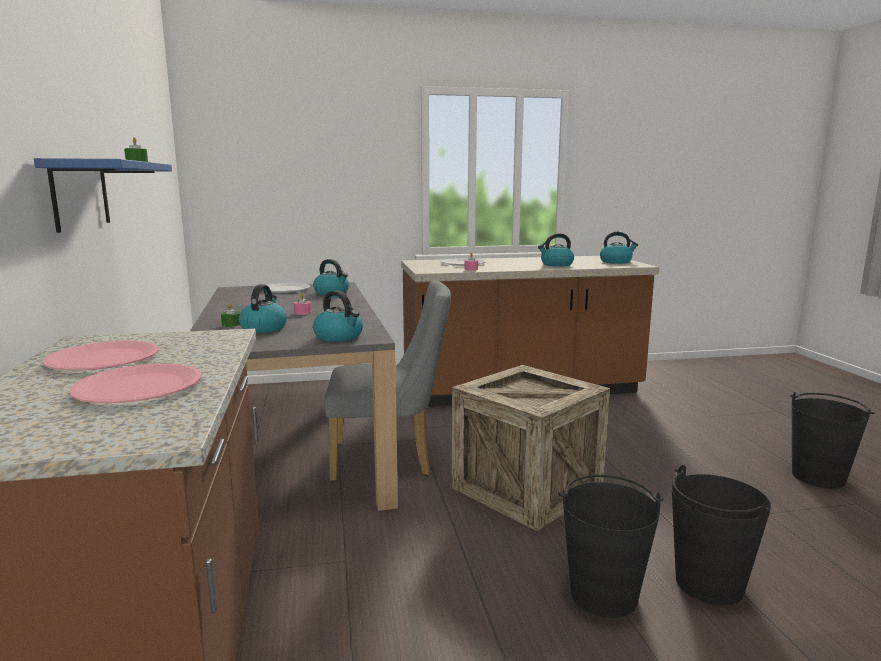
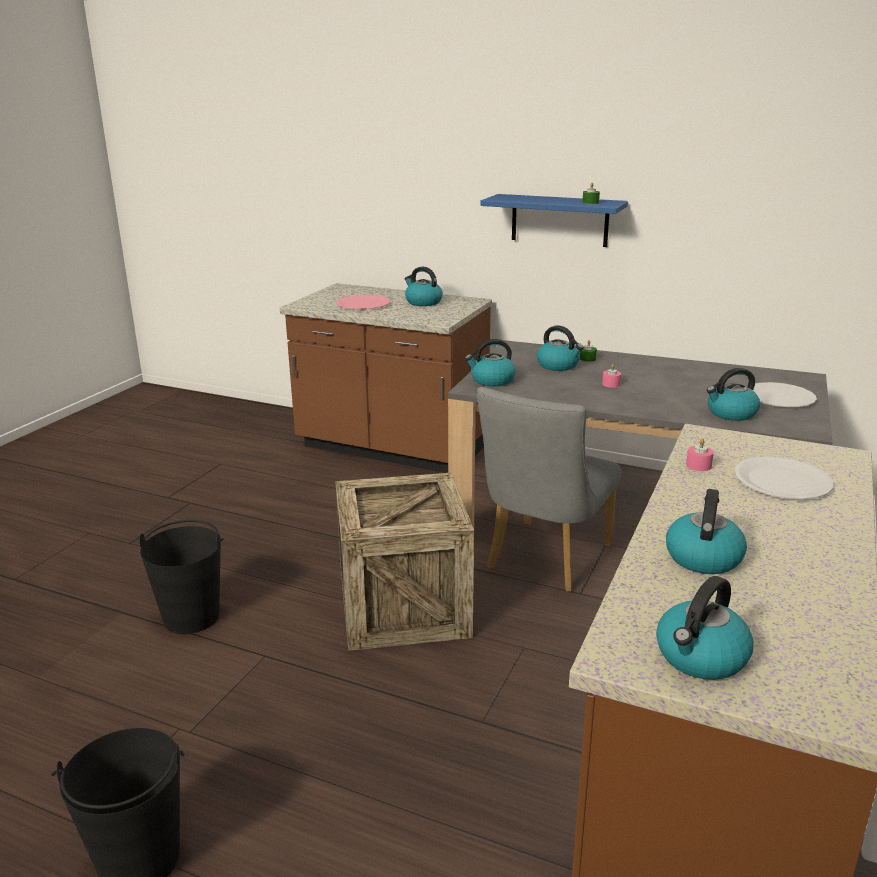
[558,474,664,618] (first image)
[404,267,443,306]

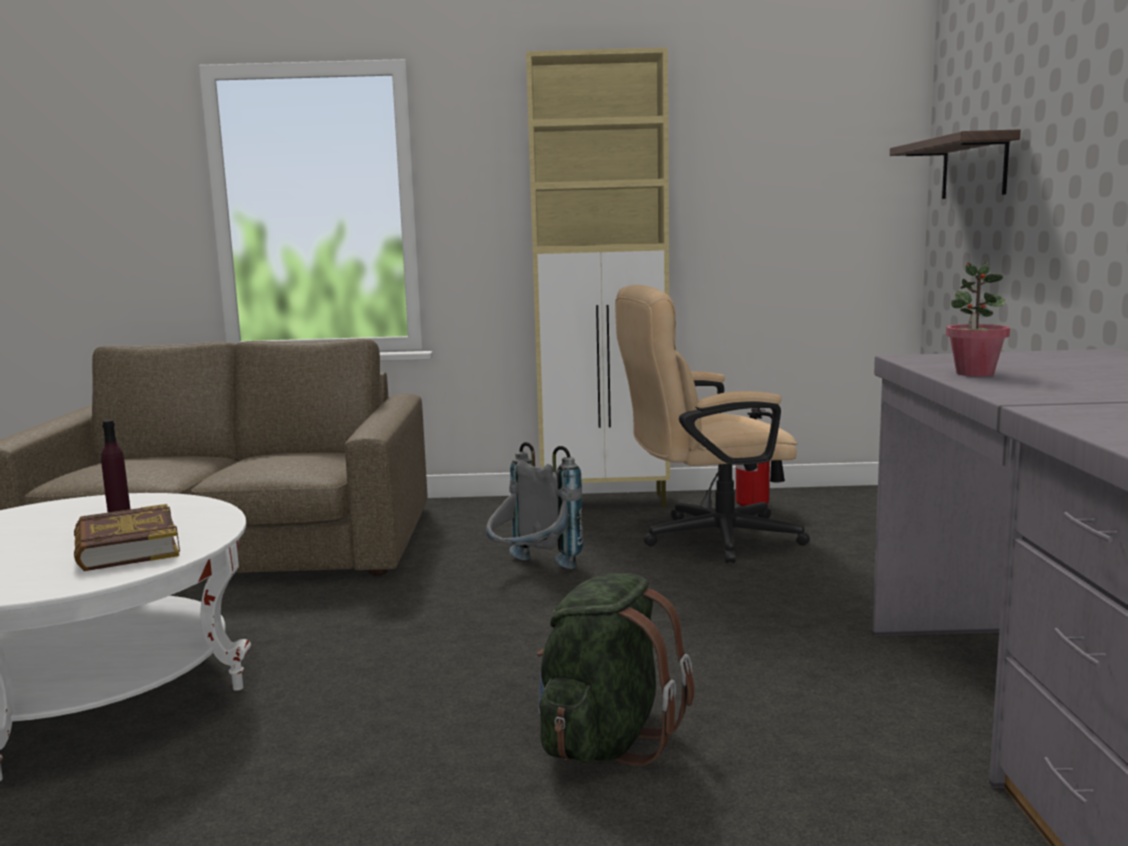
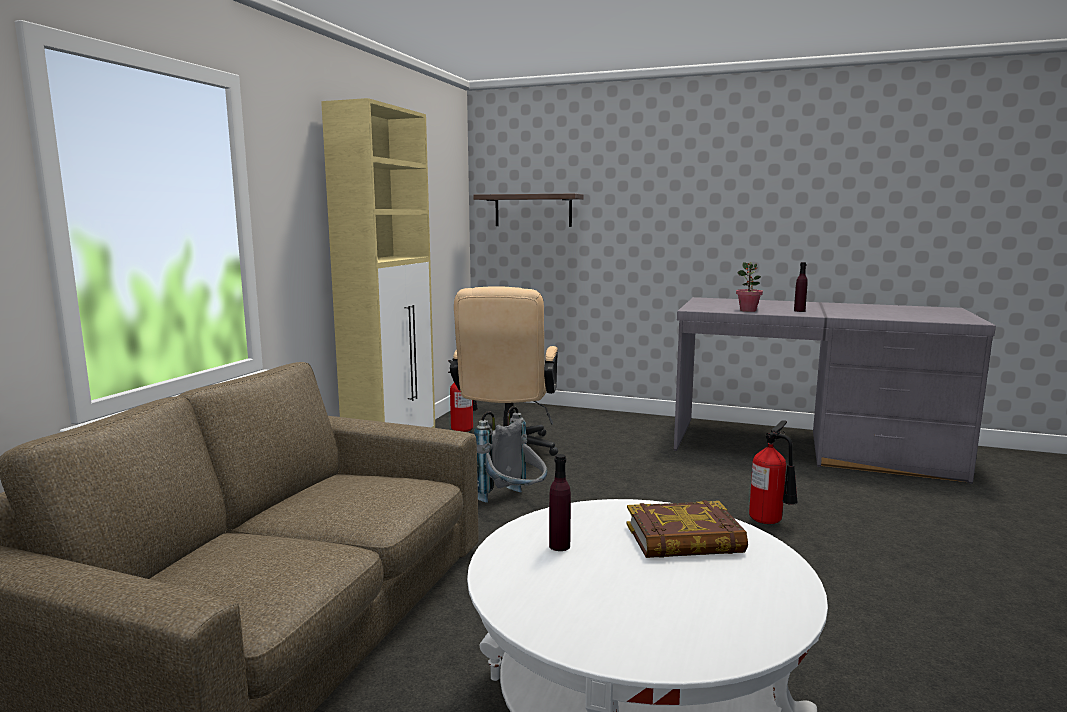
[794,262,808,312]
[749,420,798,524]

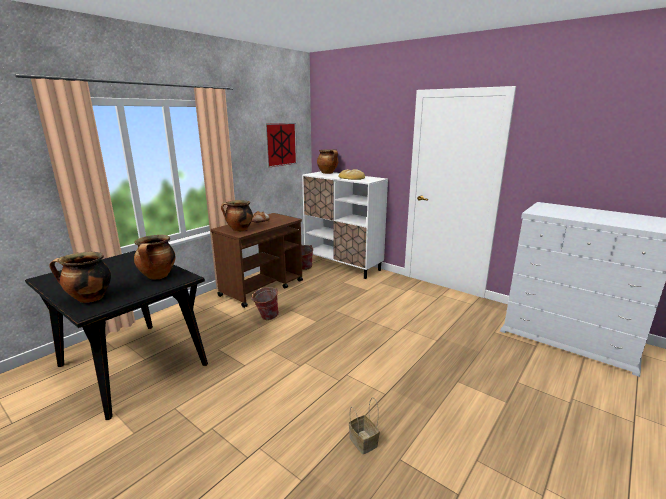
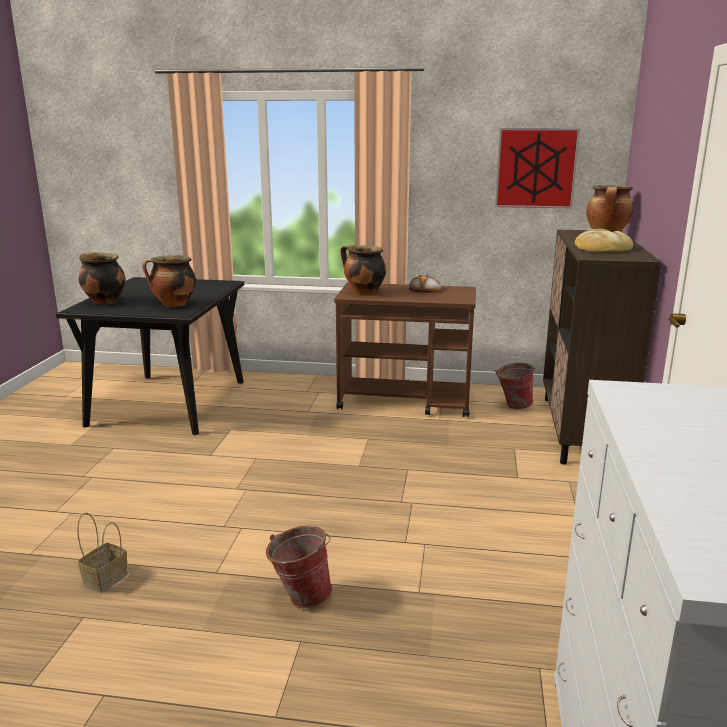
[266,526,332,608]
[543,230,661,464]

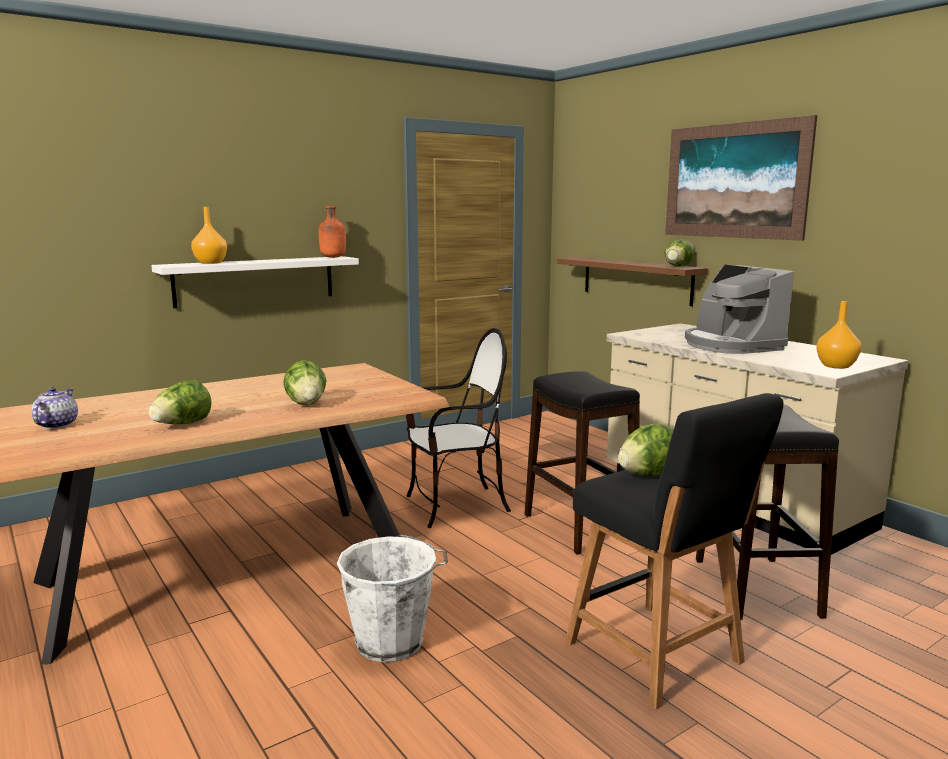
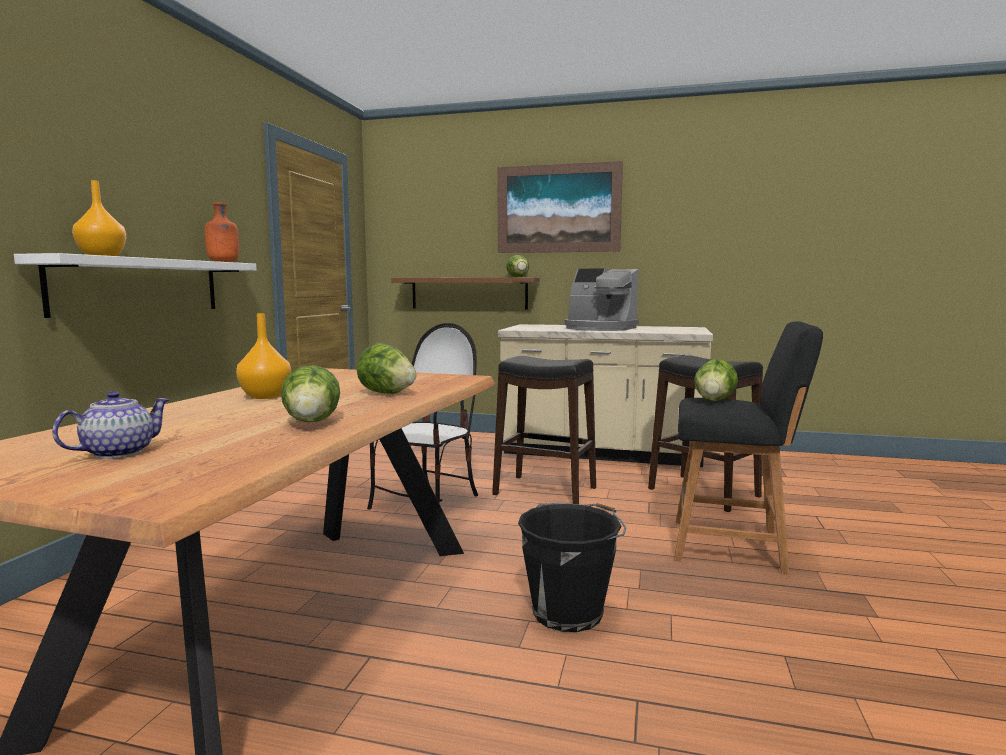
[236,313,291,399]
[518,503,626,632]
[52,391,170,459]

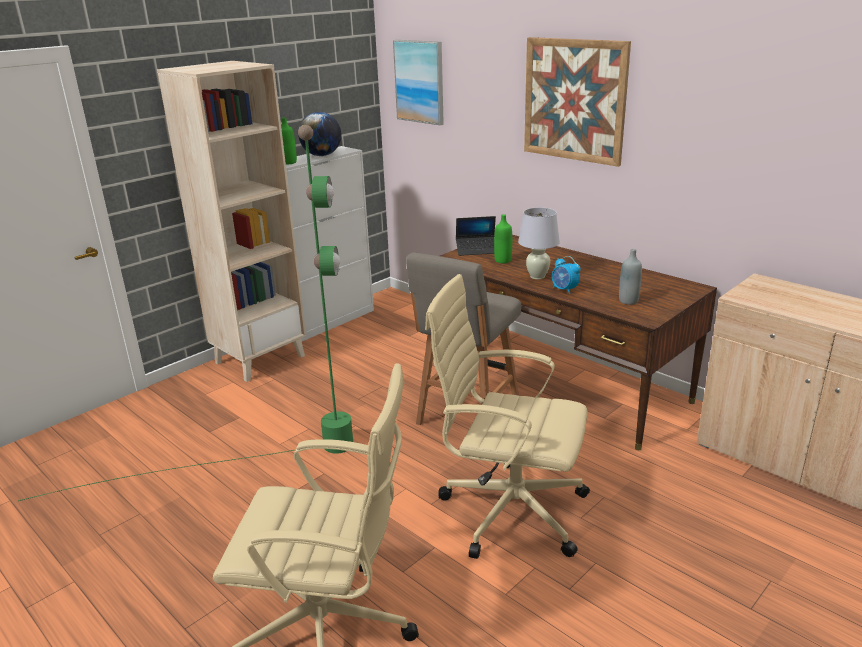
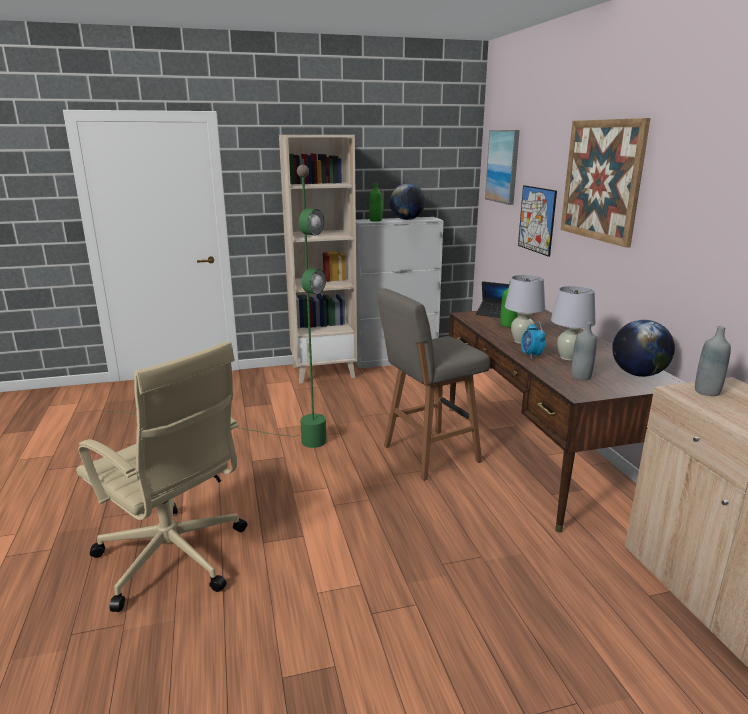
[425,274,590,559] (first image)
[518,185,557,257]
[551,286,596,361]
[612,320,675,377]
[695,326,731,396]

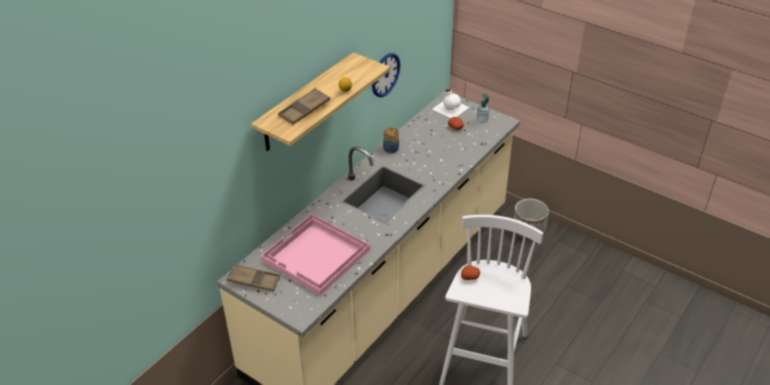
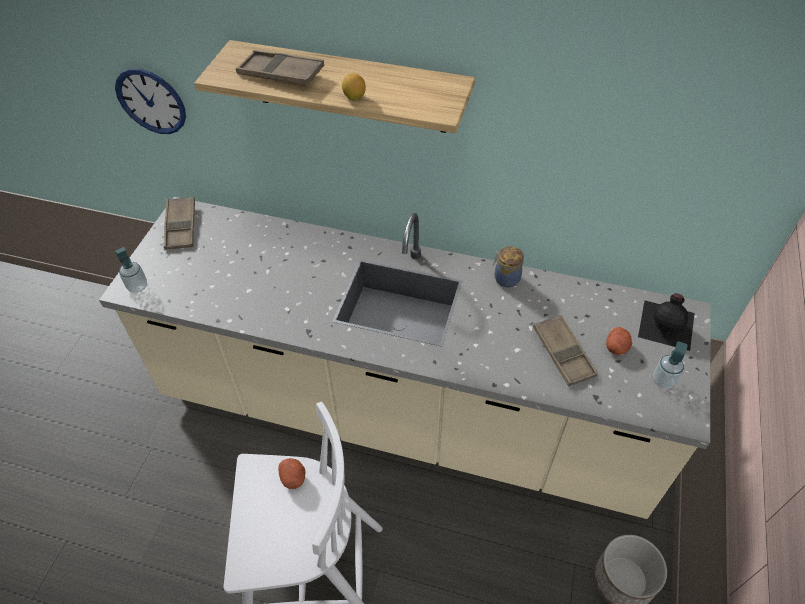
[261,214,370,296] (first image)
[115,247,147,293]
[533,315,598,387]
[115,69,186,134]
[638,293,695,351]

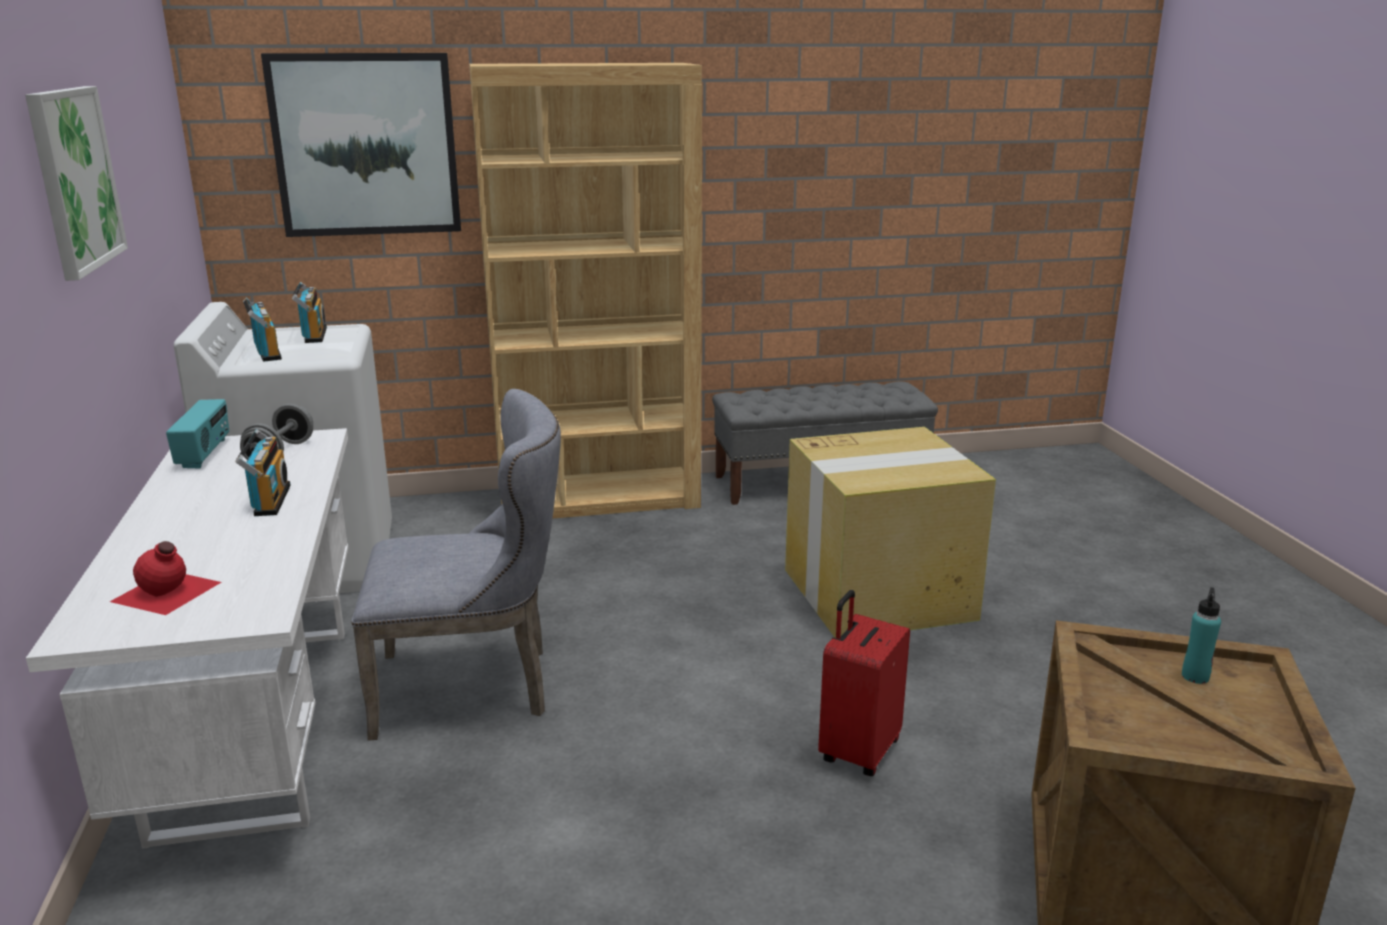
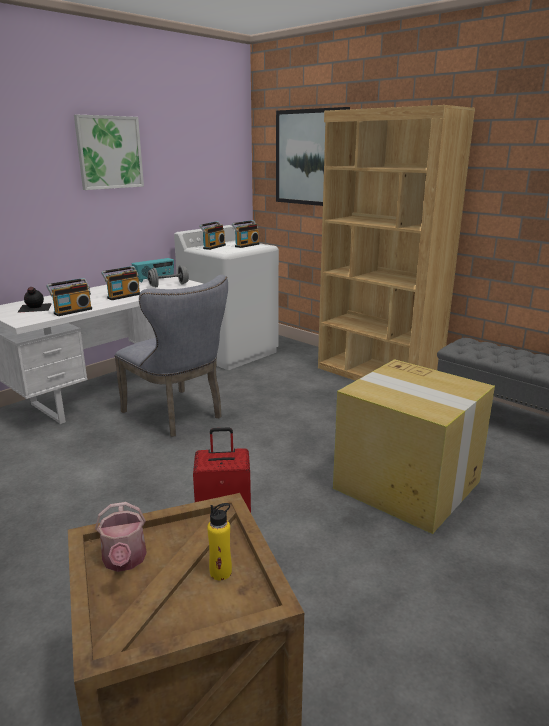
[46,278,92,316]
[95,502,147,572]
[17,287,52,313]
[207,503,232,580]

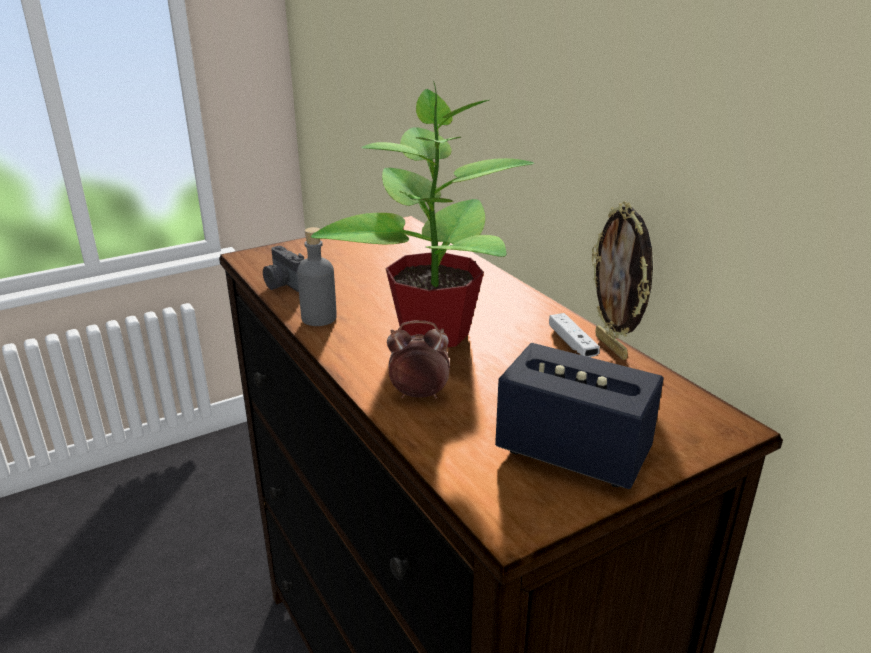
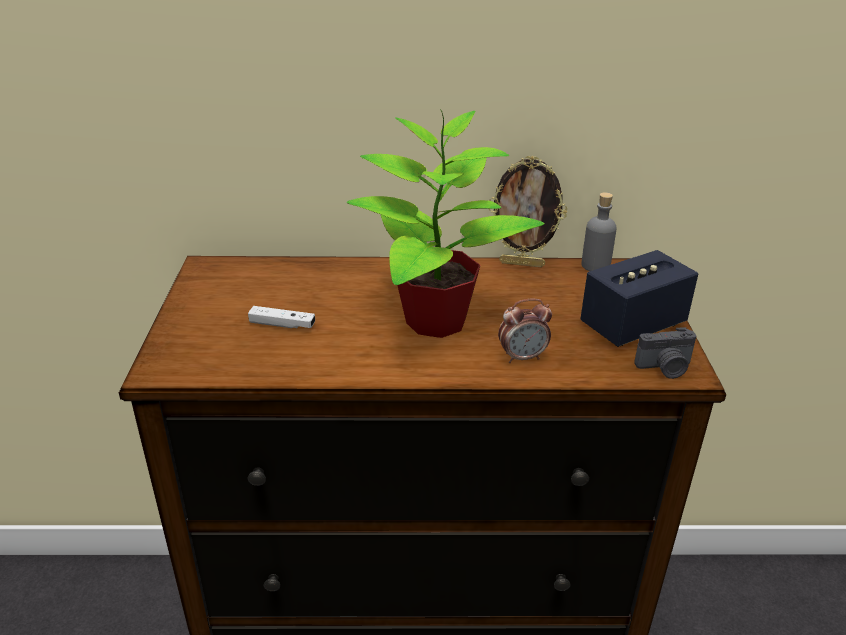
[634,328,697,379]
[581,192,617,271]
[248,306,315,329]
[498,298,552,363]

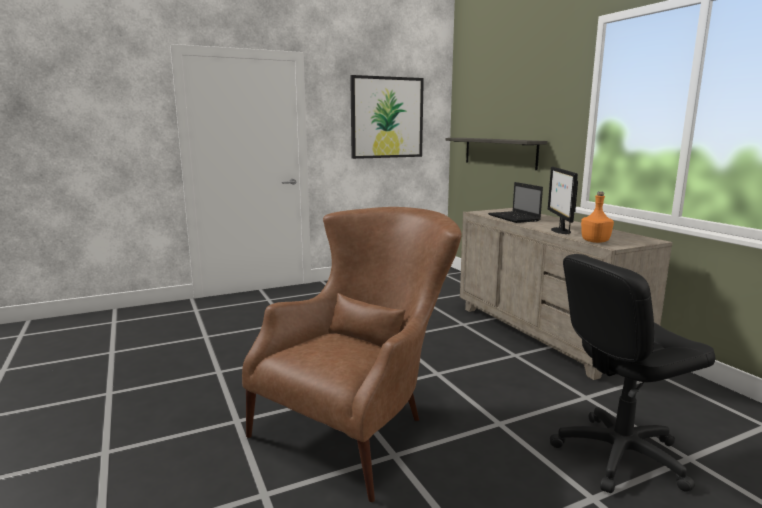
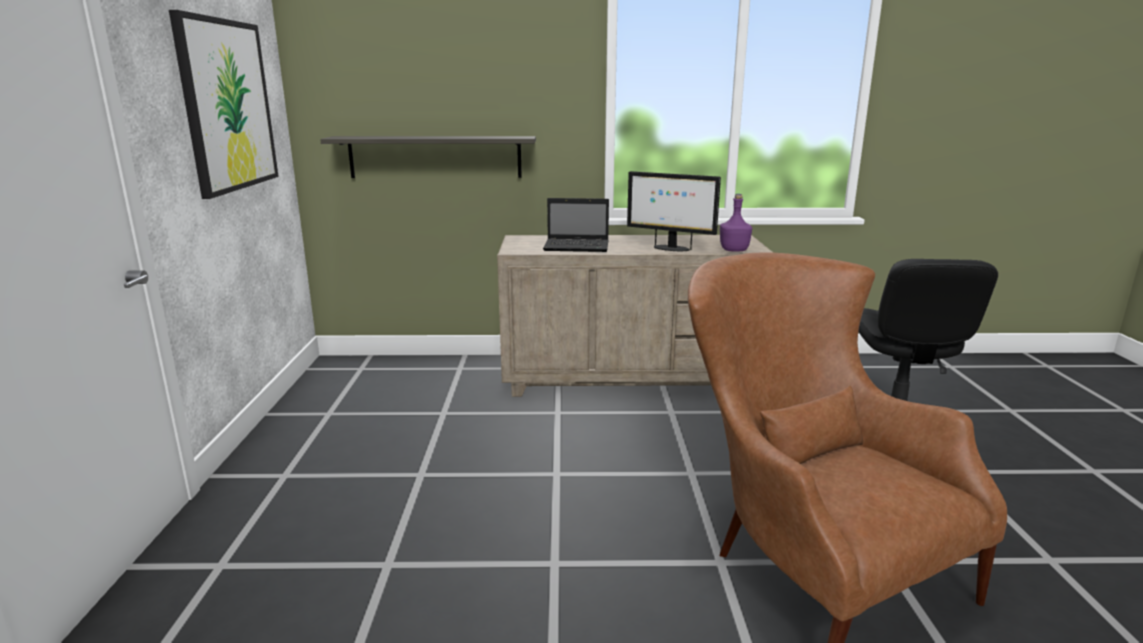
[720,194,752,252]

